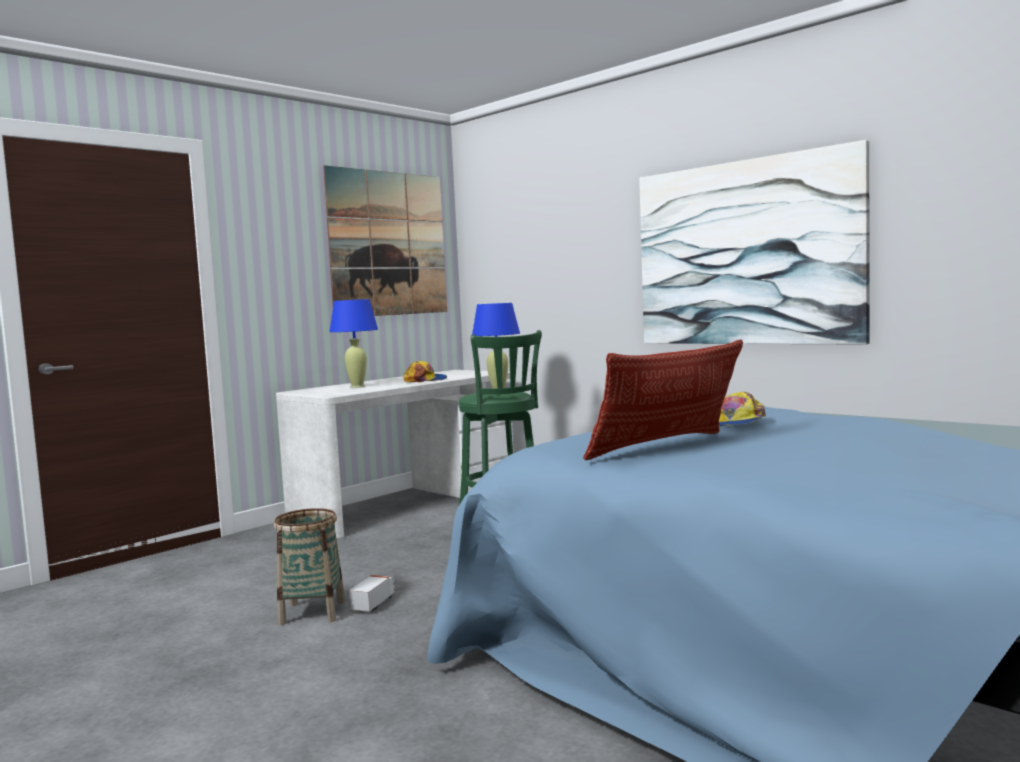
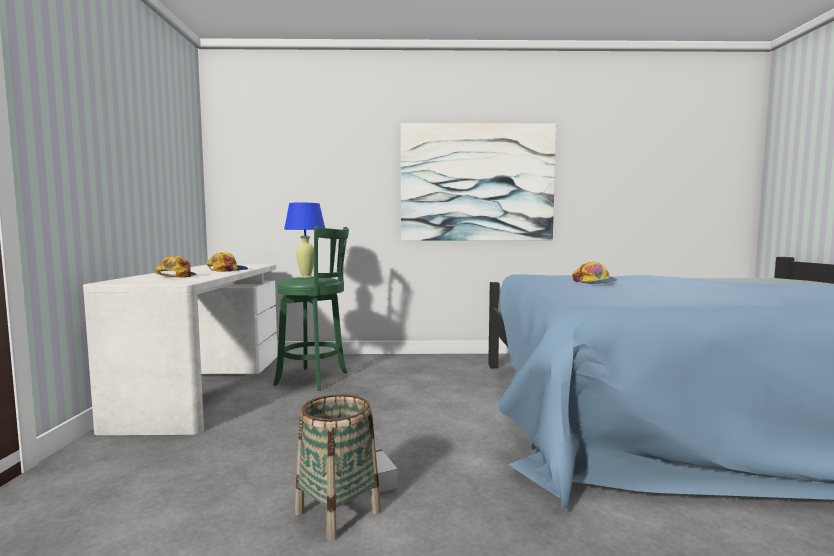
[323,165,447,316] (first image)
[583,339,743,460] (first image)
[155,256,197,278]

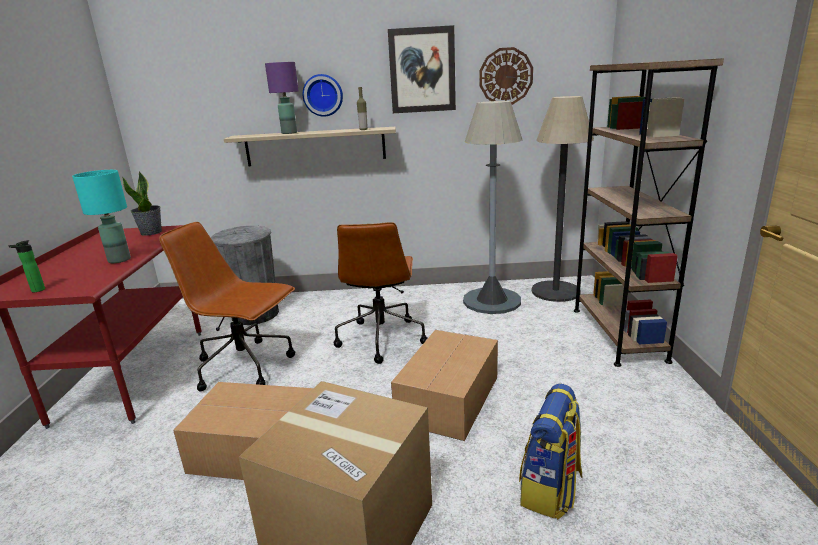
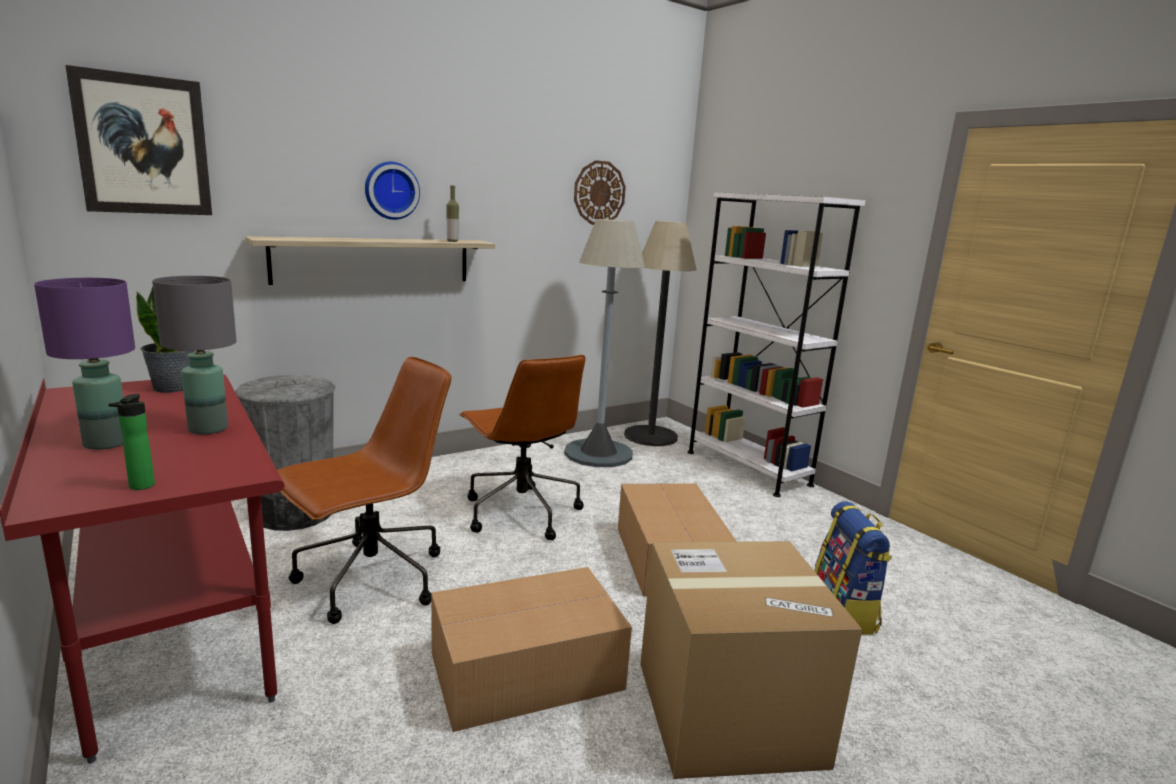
[34,278,135,450]
[65,65,212,215]
[152,276,237,435]
[688,192,866,497]
[277,357,451,624]

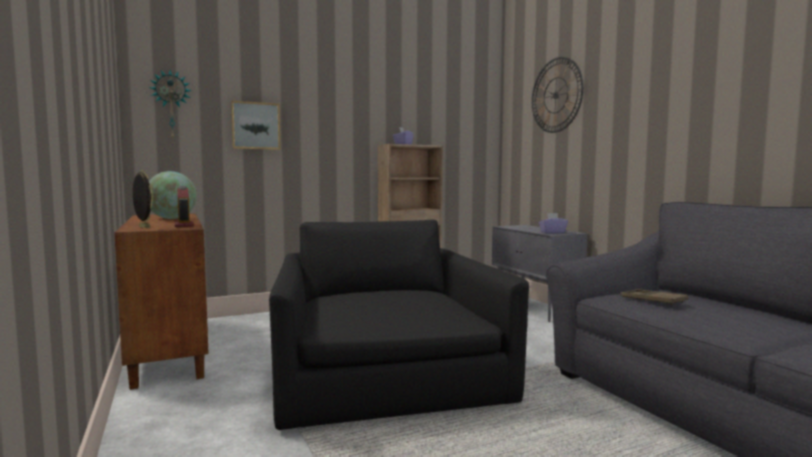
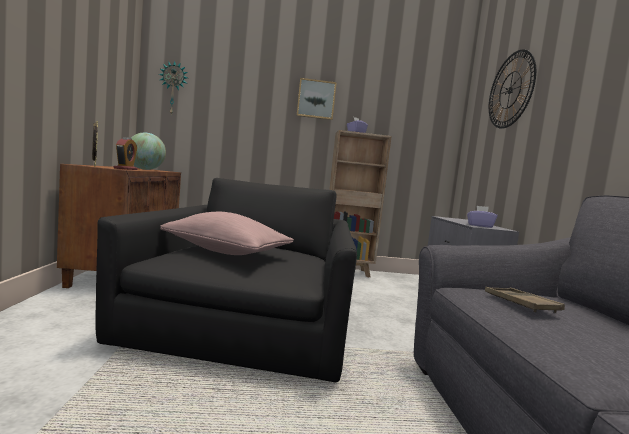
[160,212,294,255]
[297,78,337,120]

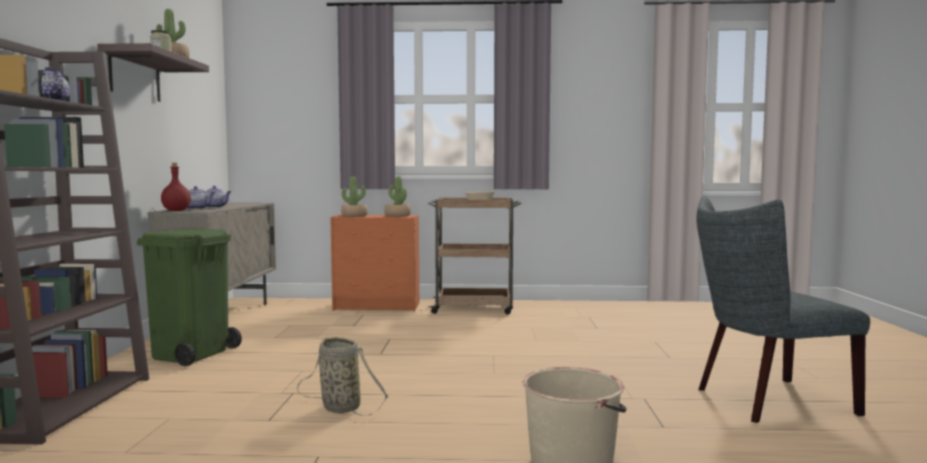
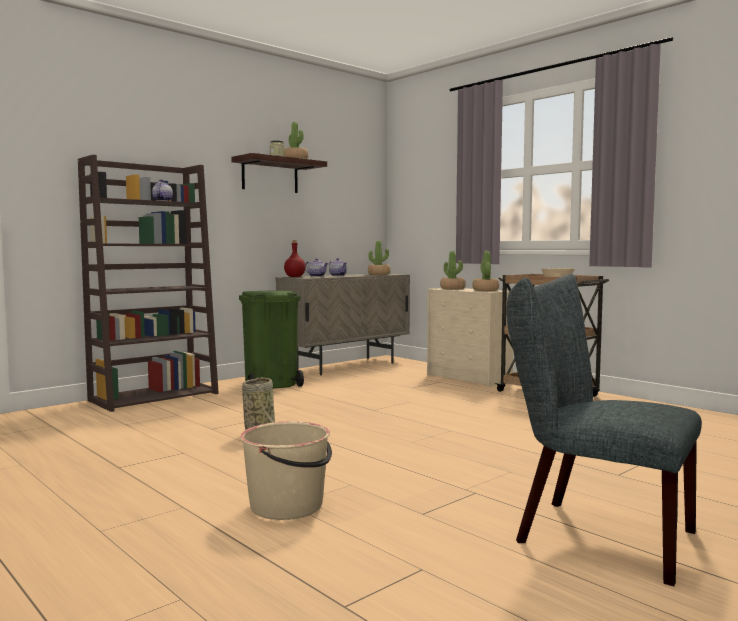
[368,241,391,275]
[427,288,513,387]

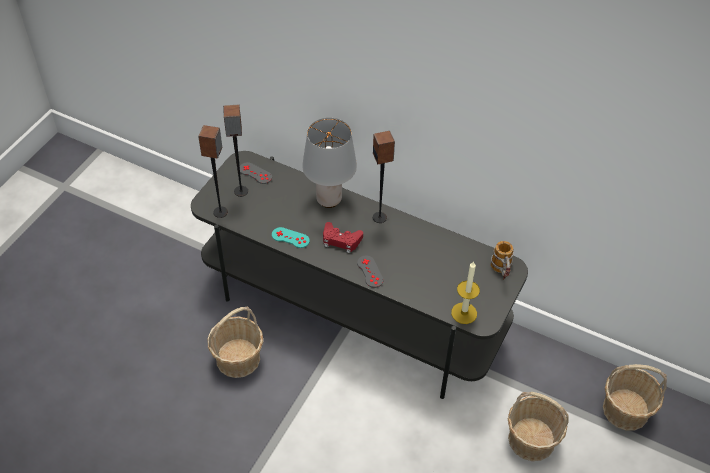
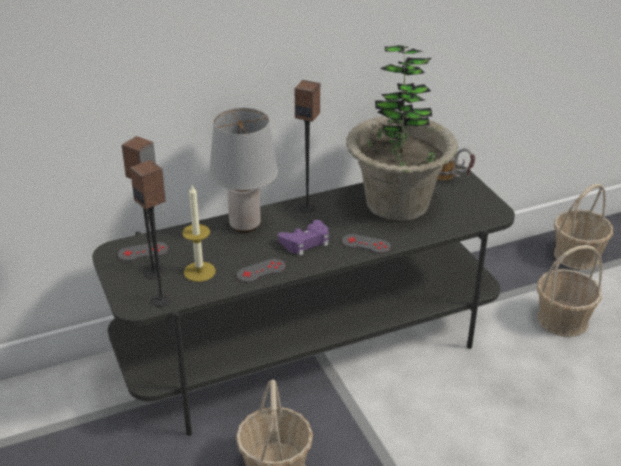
[346,45,458,221]
[182,185,216,282]
[237,259,285,282]
[278,220,329,256]

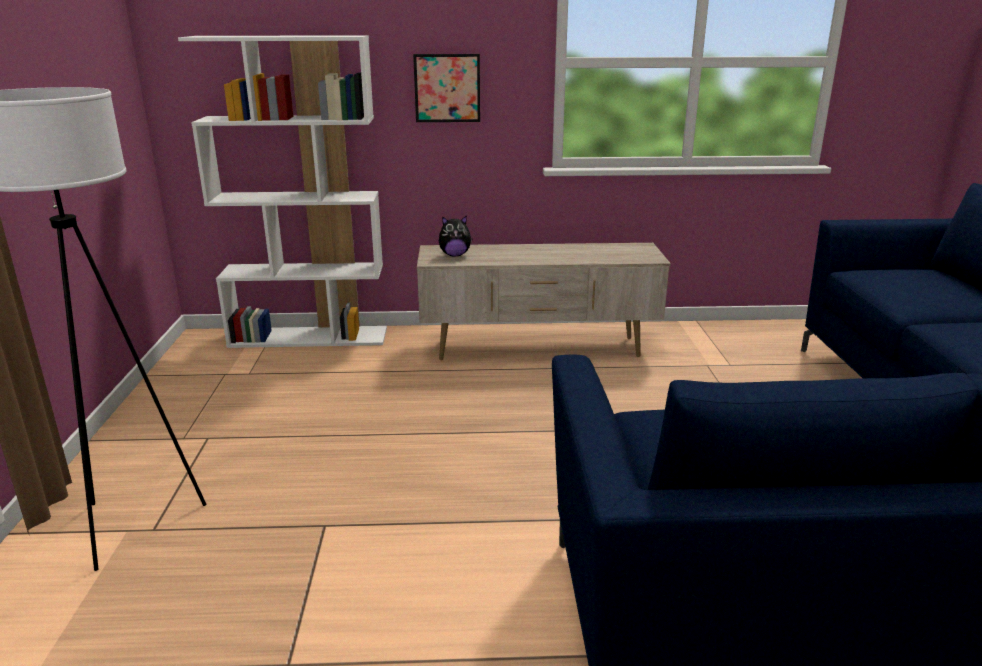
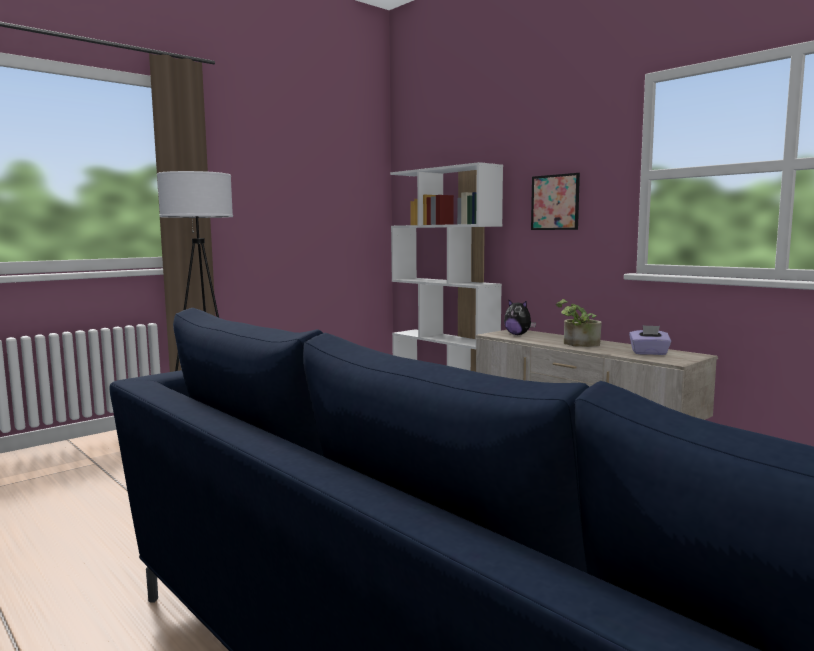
[556,299,602,347]
[629,325,671,355]

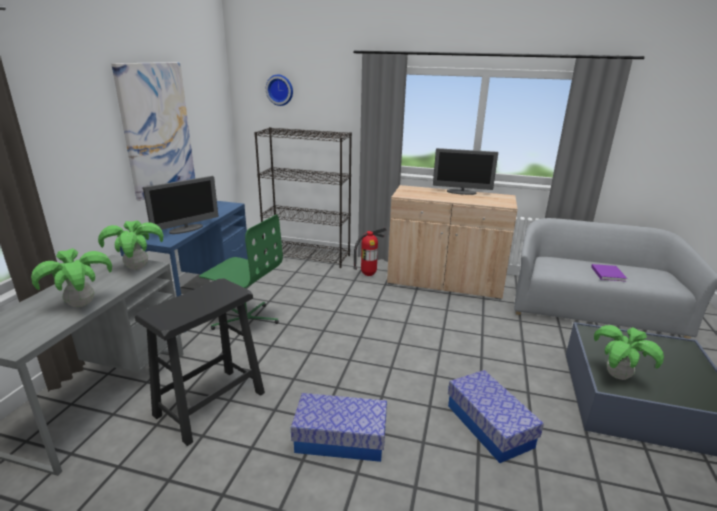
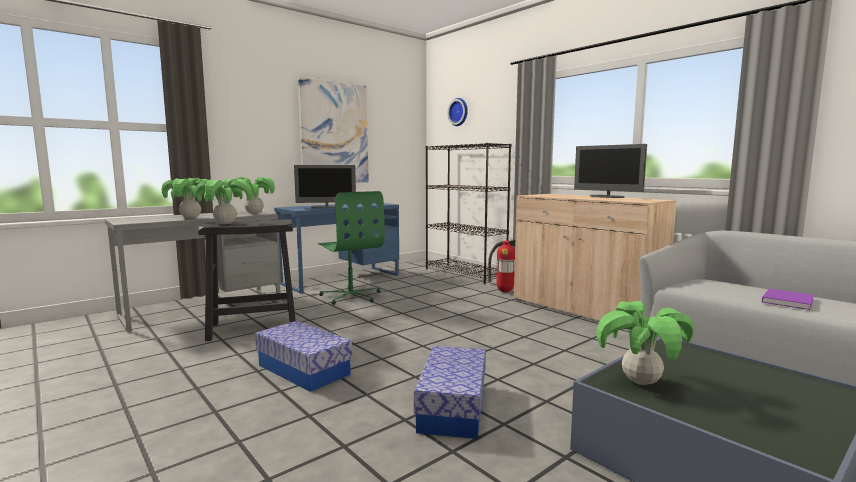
[195,179,252,224]

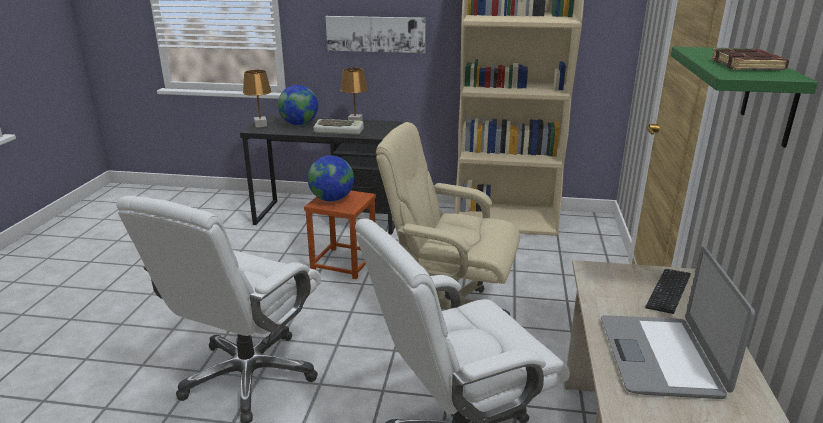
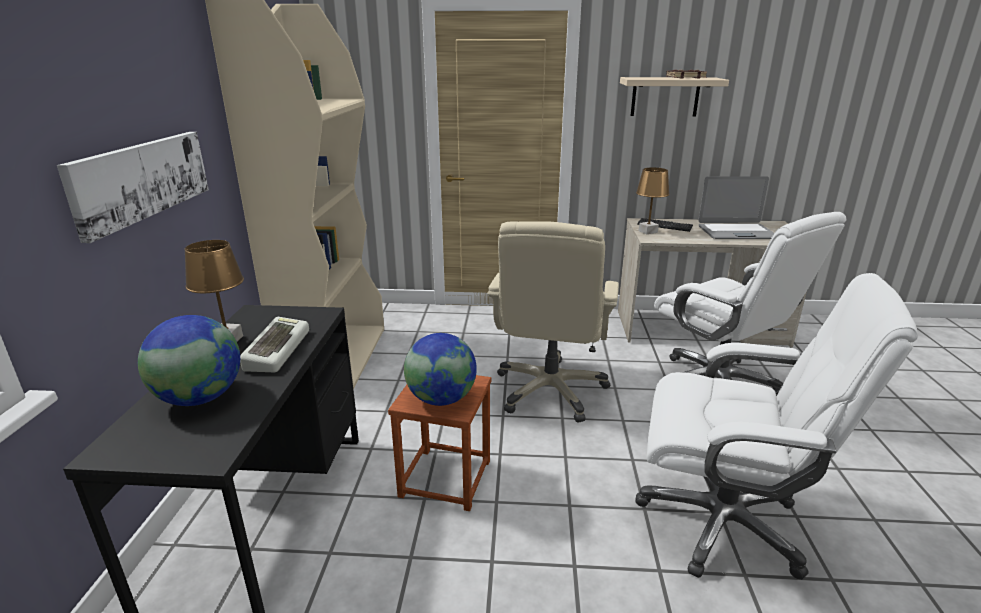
[636,167,670,234]
[620,77,729,116]

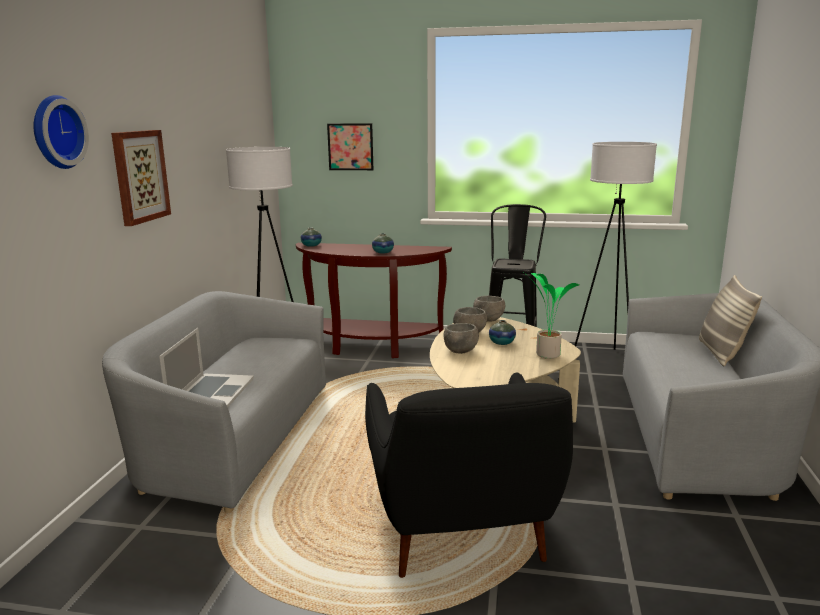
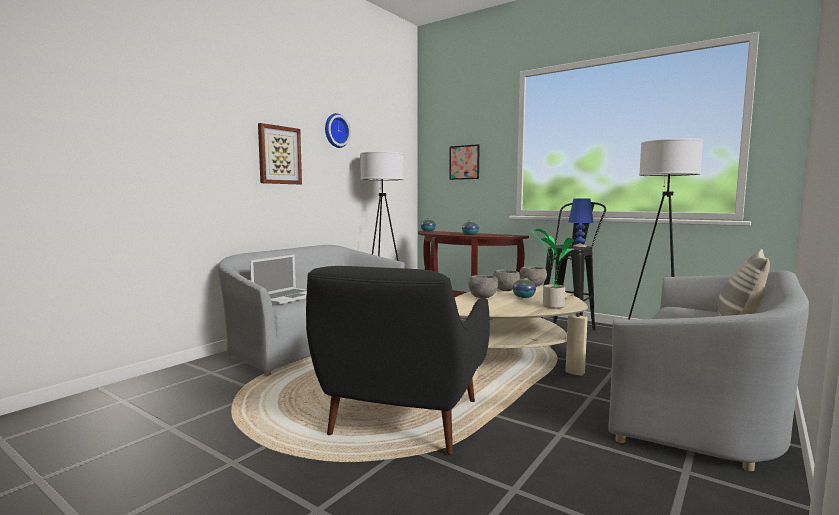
[568,198,594,247]
[325,113,351,148]

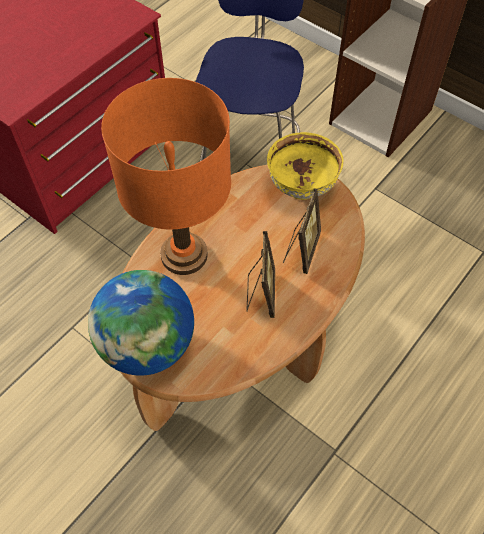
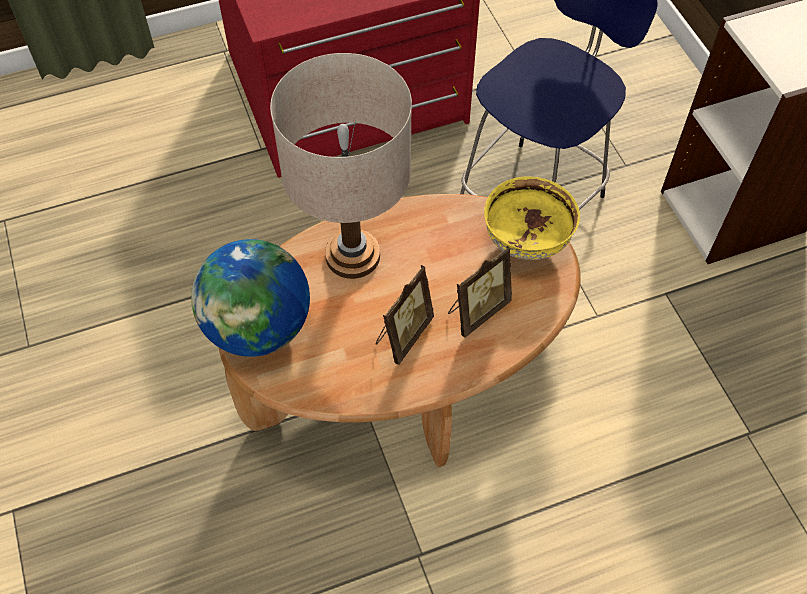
[270,53,412,279]

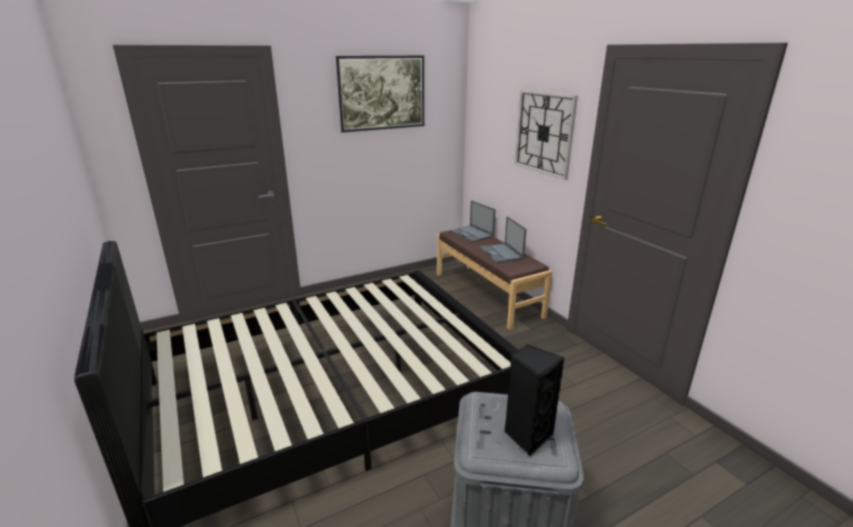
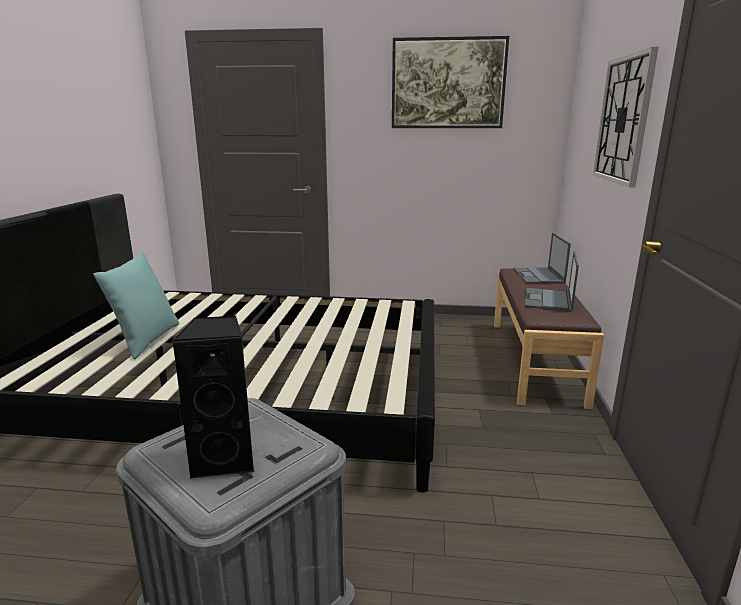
[93,252,179,359]

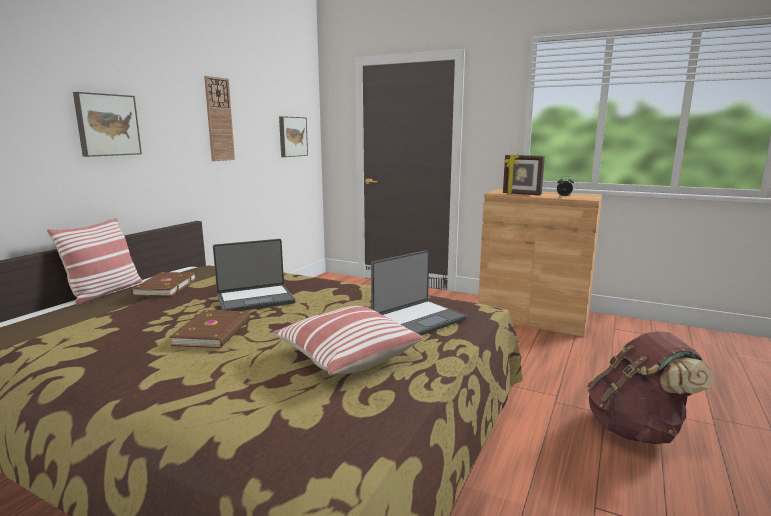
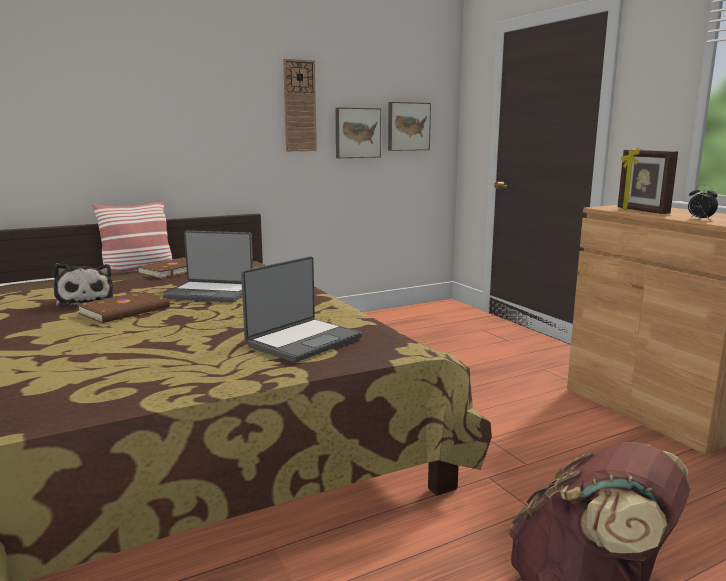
[272,306,423,375] (first image)
[53,263,113,307]
[335,107,381,158]
[241,256,362,363]

